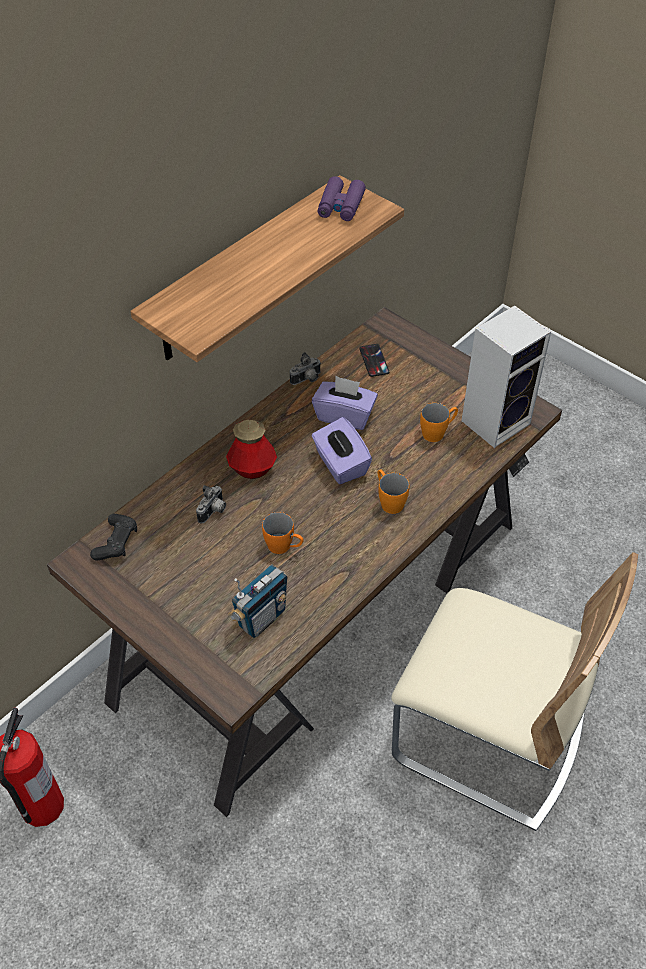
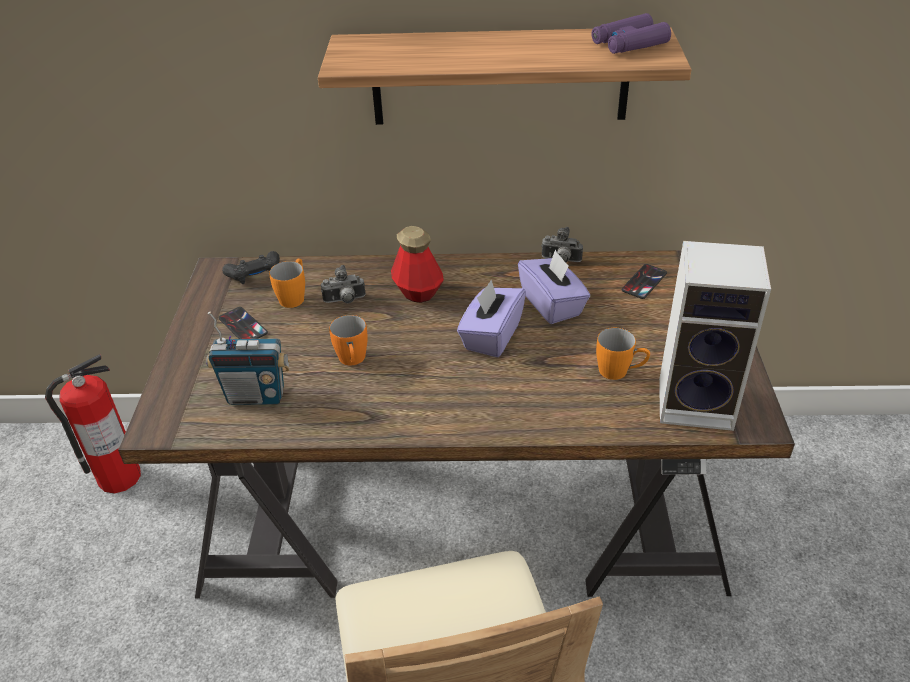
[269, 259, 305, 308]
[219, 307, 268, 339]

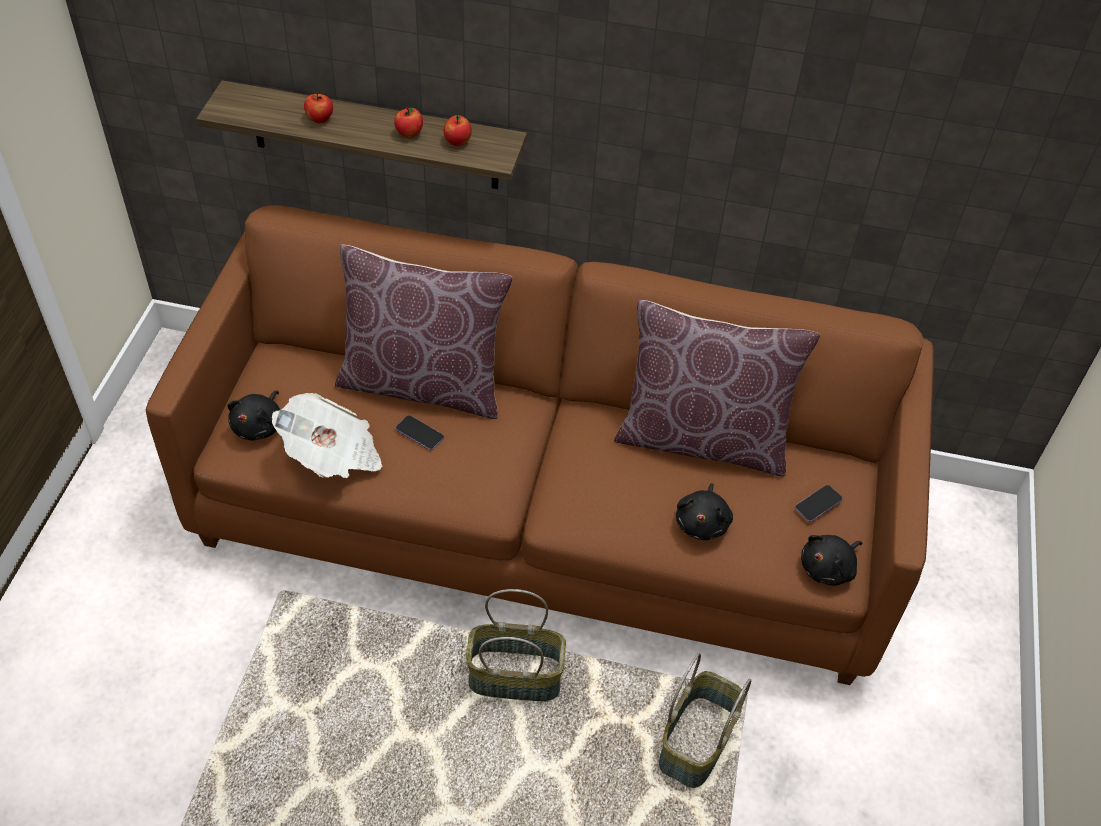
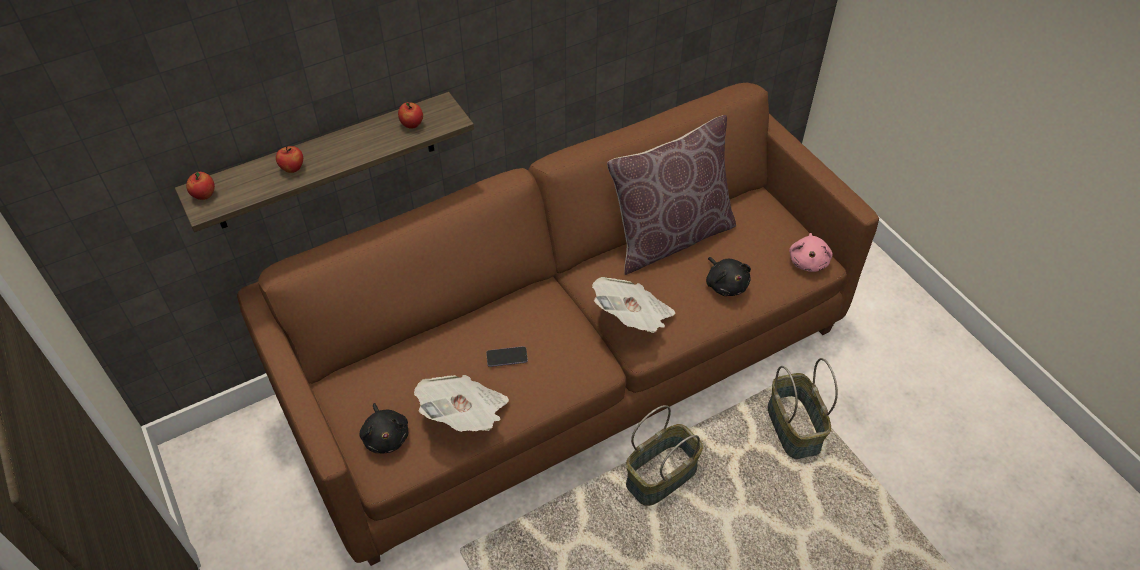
[335, 245, 513, 419] (first image)
[186, 172, 215, 200]
[795, 485, 843, 522] (first image)
[789, 233, 832, 272]
[592, 277, 675, 333]

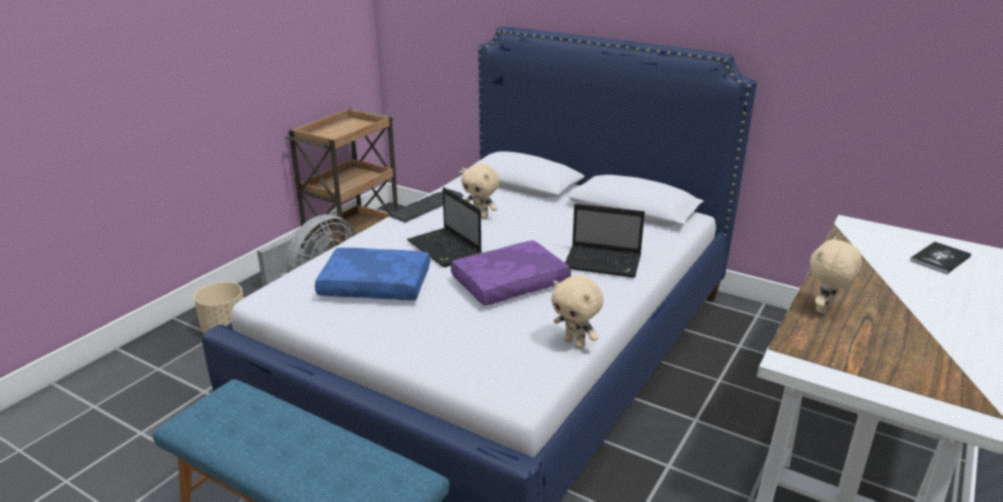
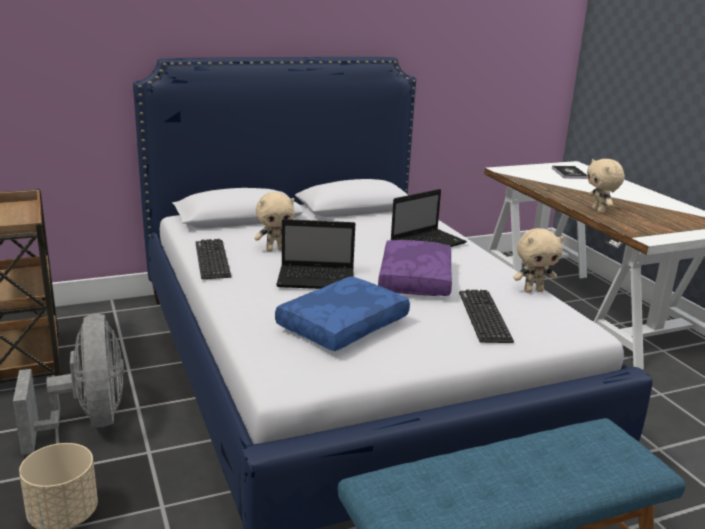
[459, 290, 514, 343]

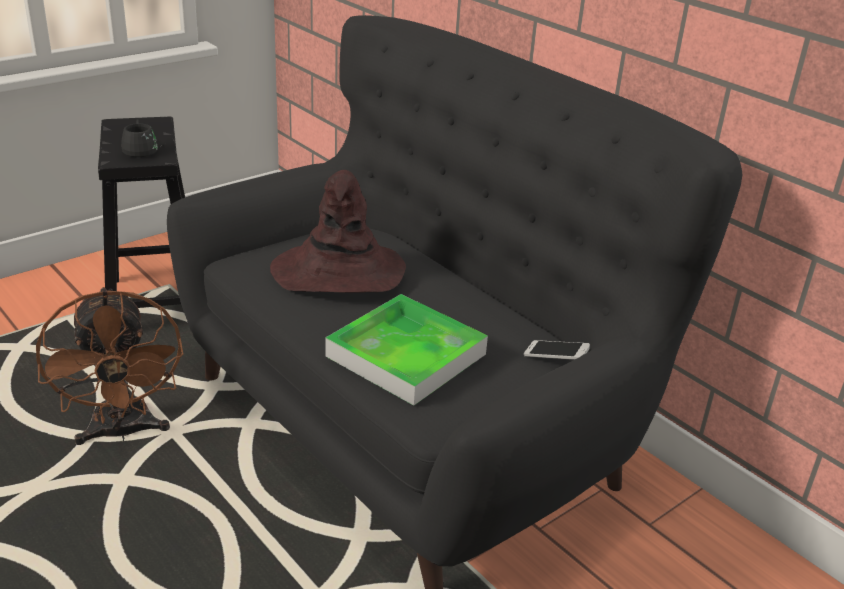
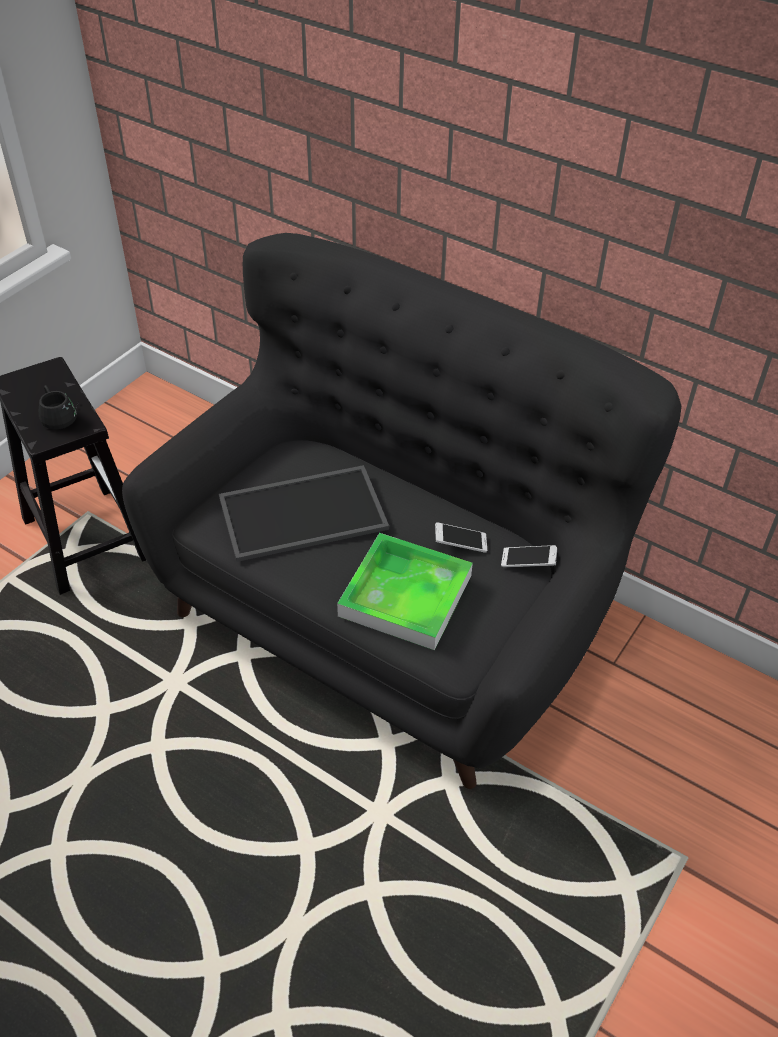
[36, 287, 183, 445] (first image)
[219, 465, 389, 562]
[435, 522, 487, 553]

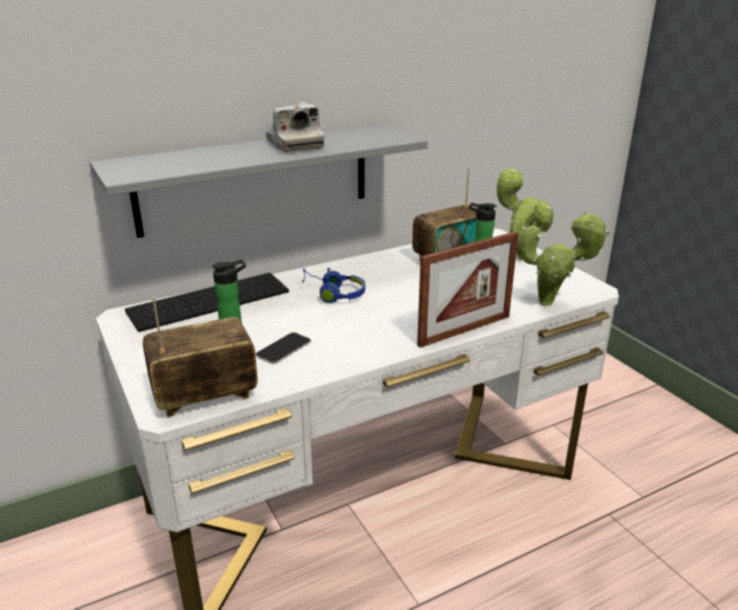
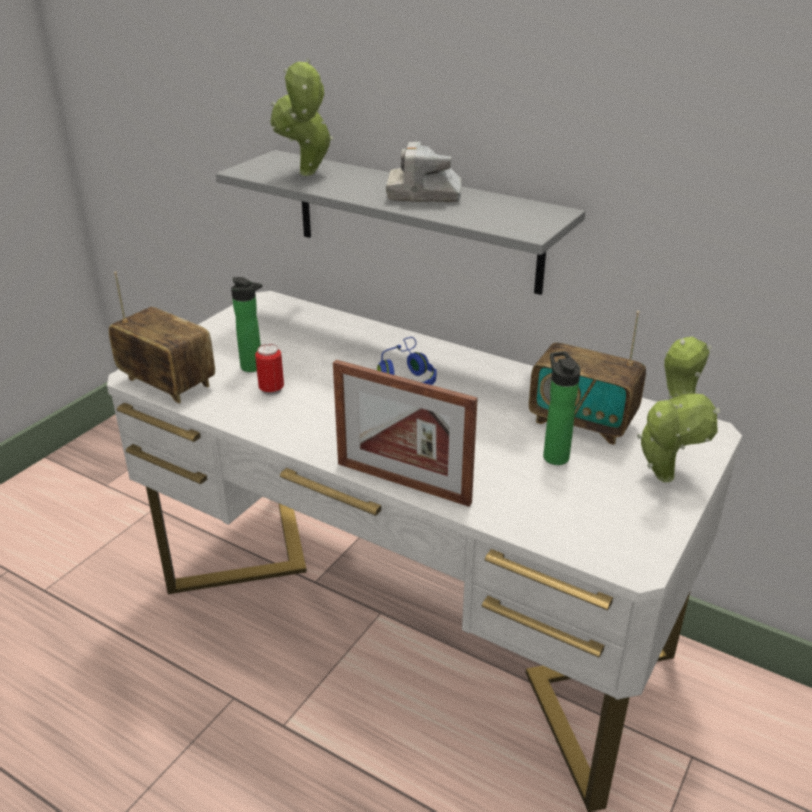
[125, 273, 289, 332] (first image)
[255, 344, 284, 395]
[386, 141, 462, 202]
[270, 59, 334, 176]

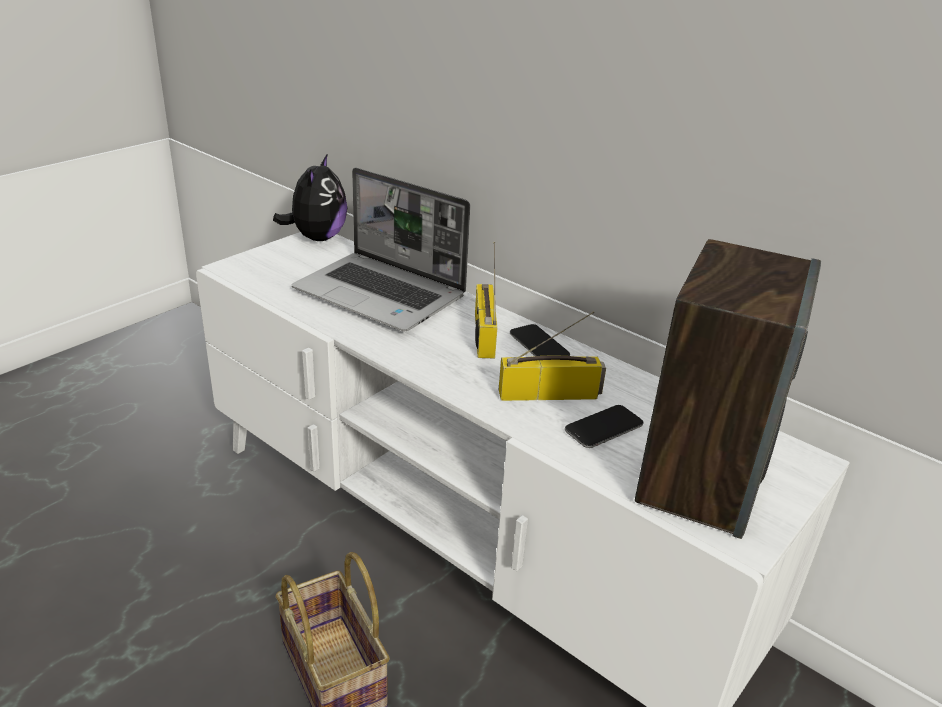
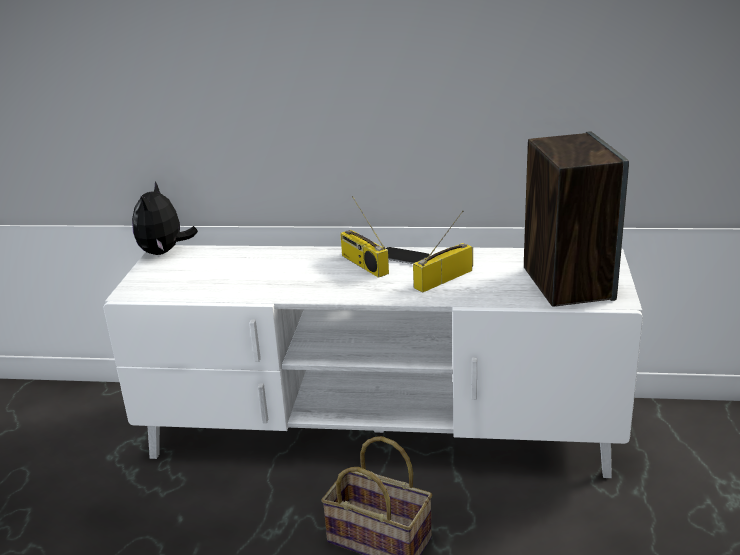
[132, 182, 198, 255]
[292, 168, 470, 331] (first image)
[565, 405, 643, 448] (first image)

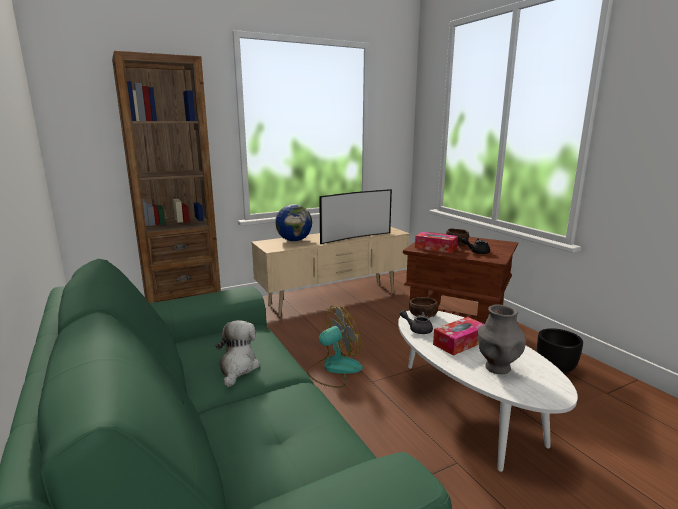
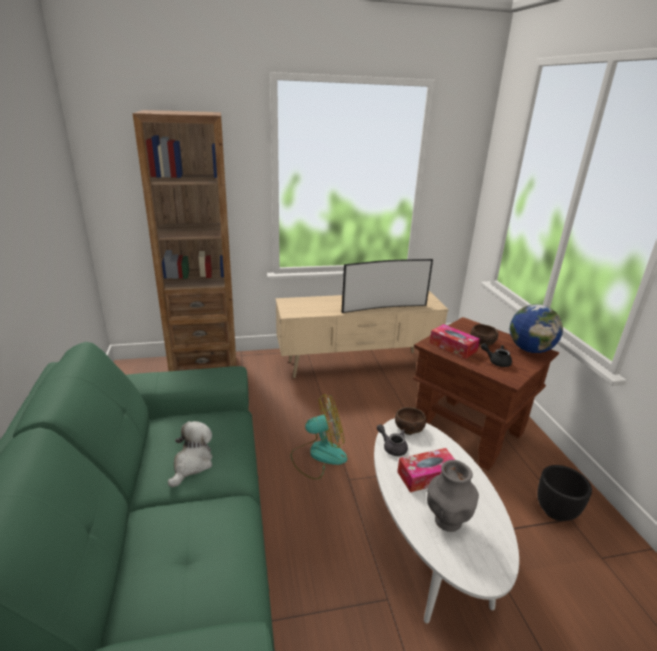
[509, 304, 563, 353]

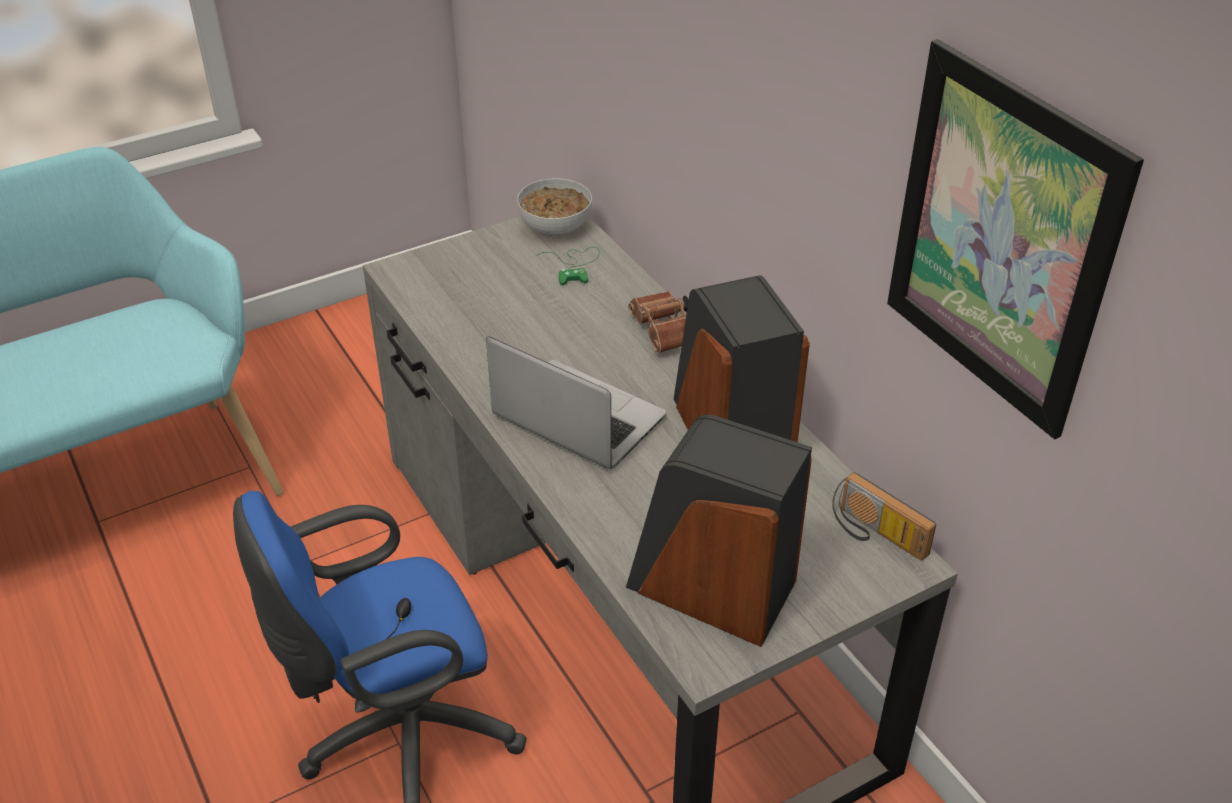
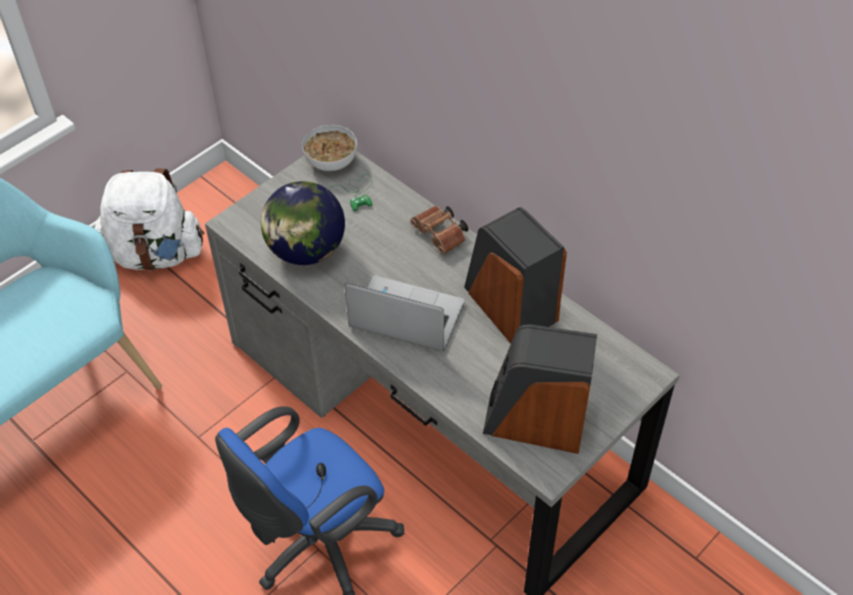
[832, 472, 936, 561] (first image)
[887, 39, 1144, 439] (first image)
[95, 168, 204, 271]
[261, 181, 345, 265]

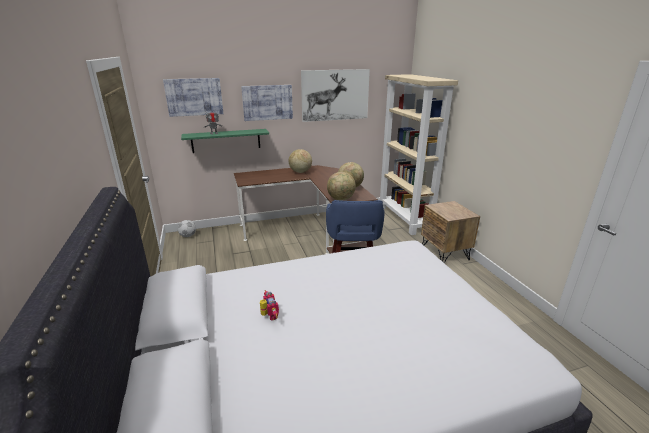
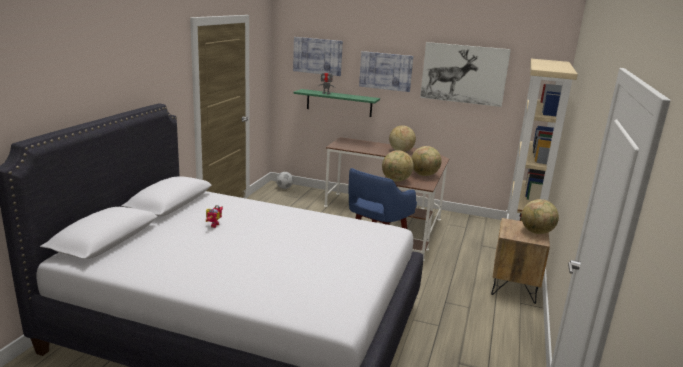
[521, 199, 559, 234]

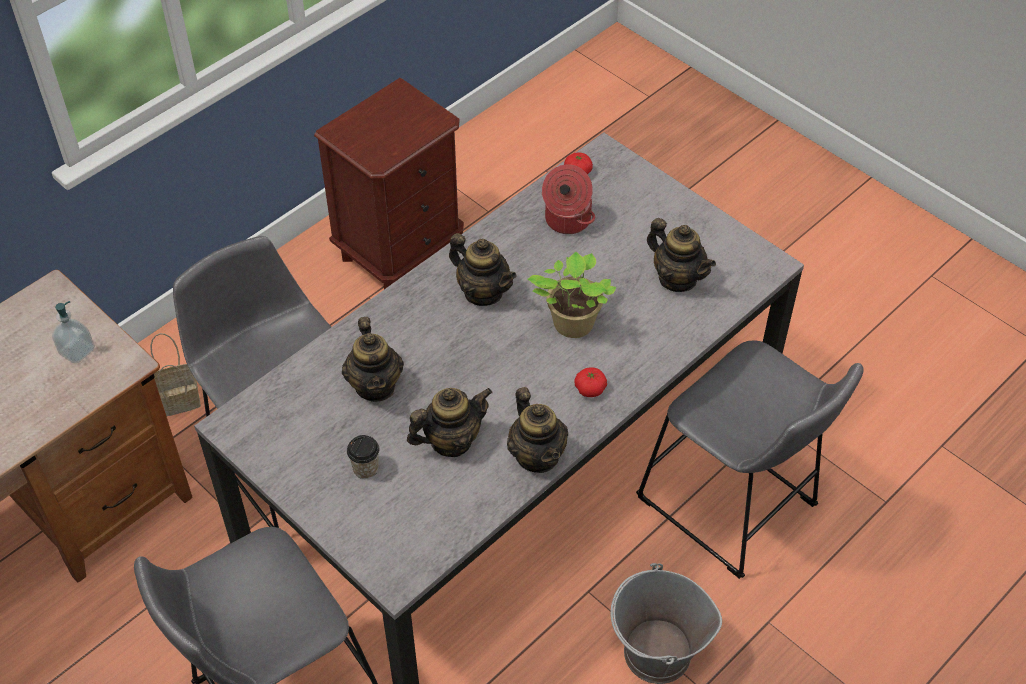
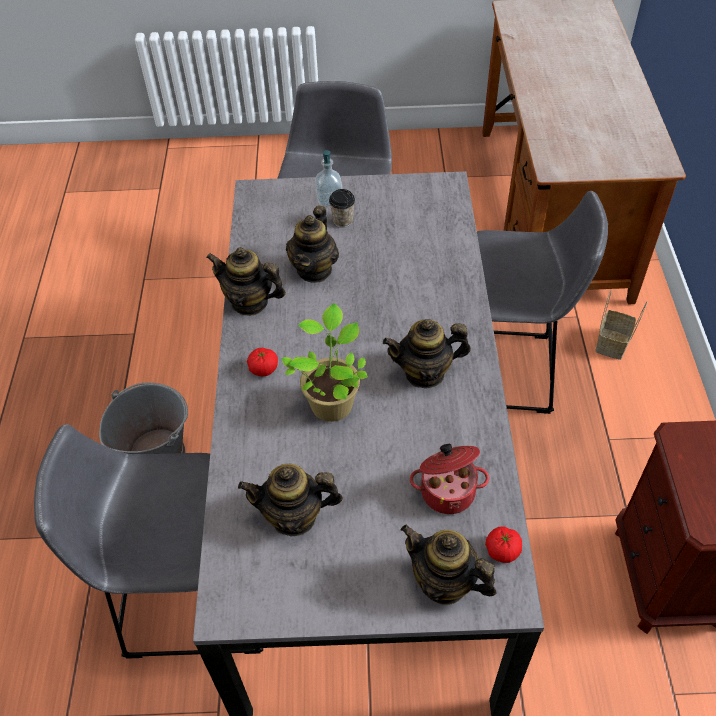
[315, 150, 342, 207]
[401, 524, 497, 605]

